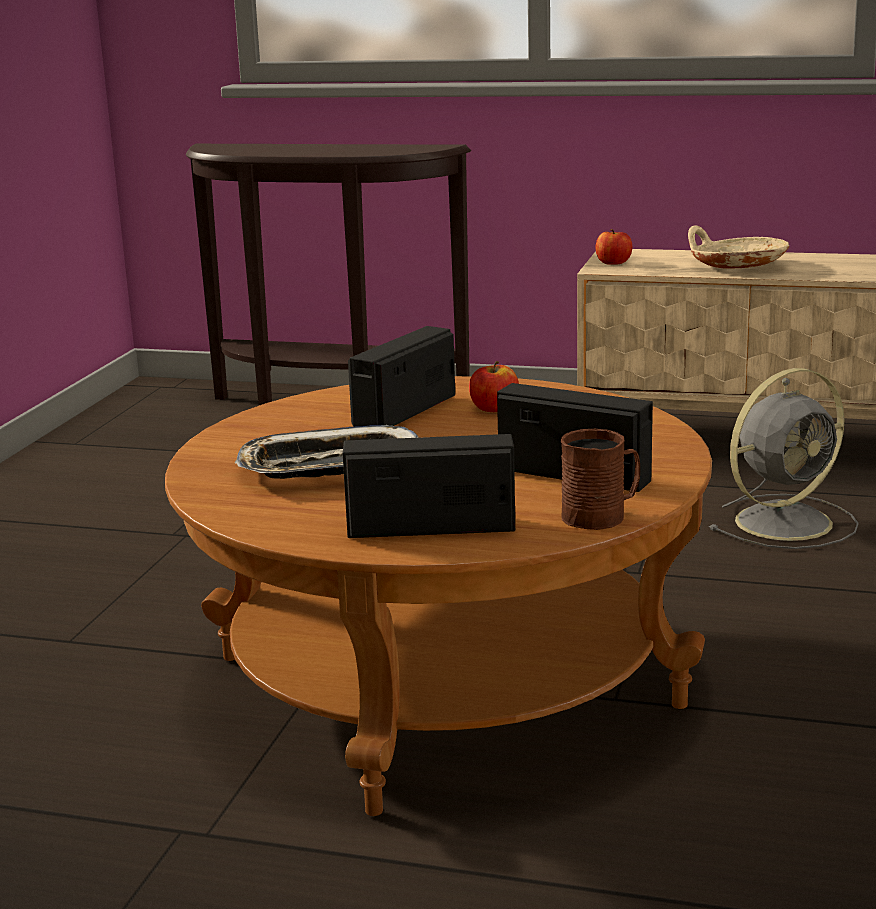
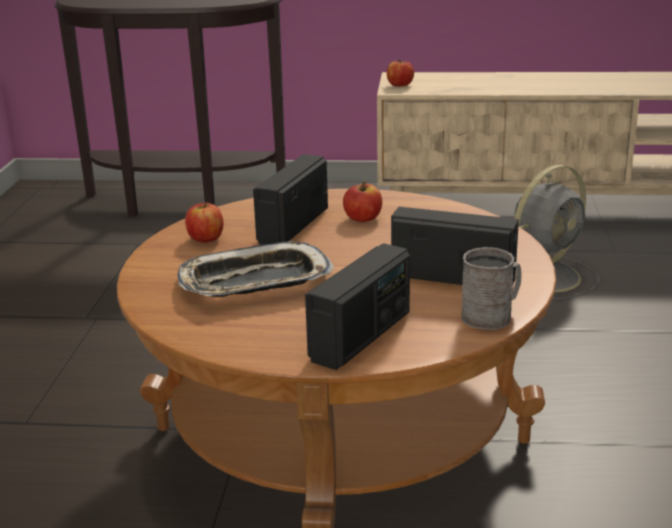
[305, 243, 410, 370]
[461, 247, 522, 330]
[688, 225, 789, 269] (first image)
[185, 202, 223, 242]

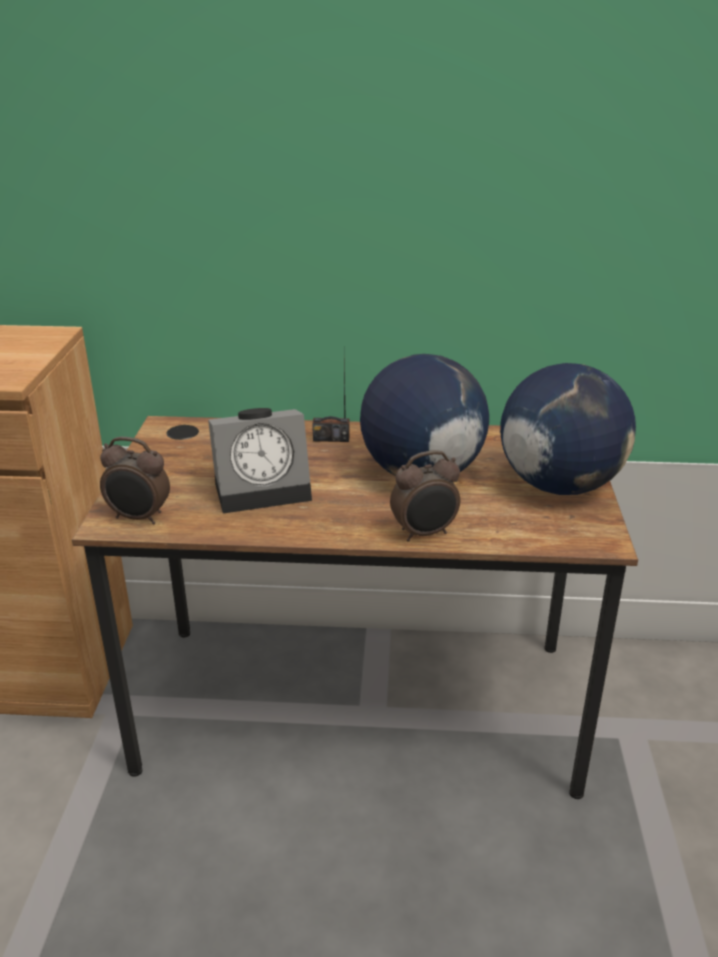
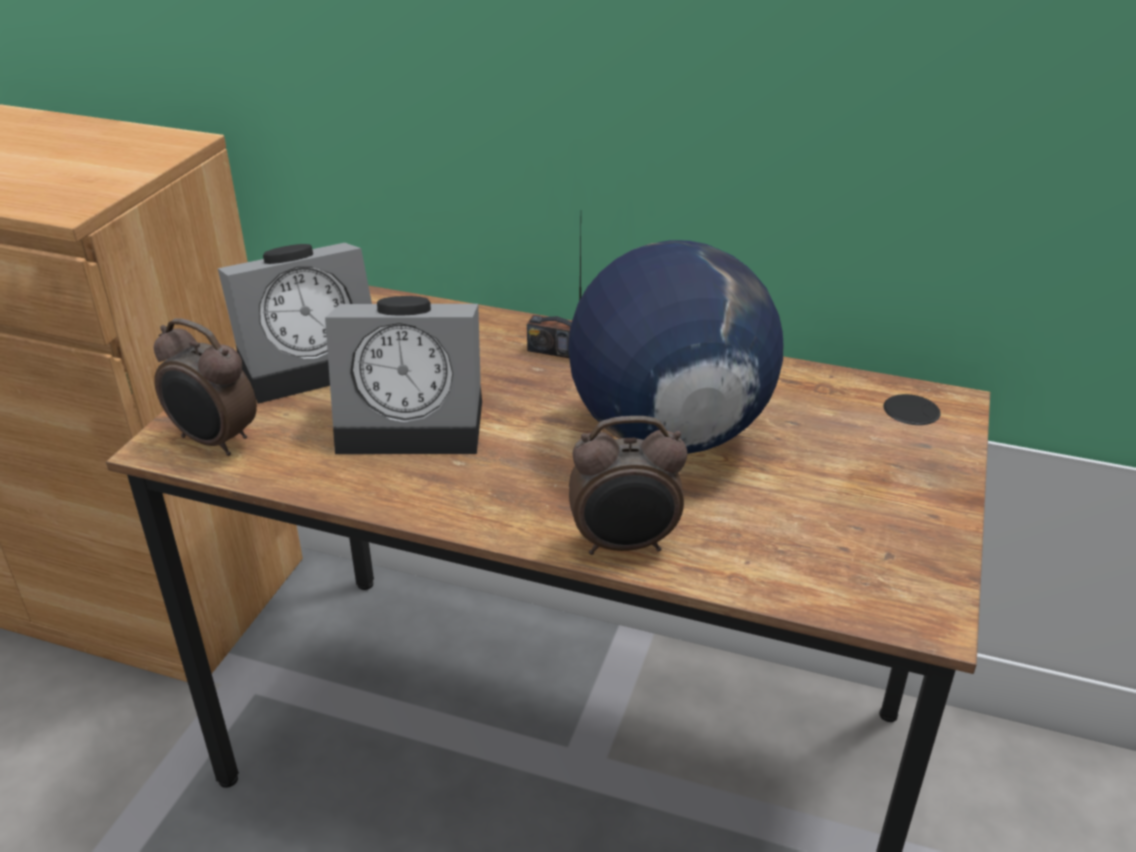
[500, 363, 636, 495] (first image)
[218, 243, 372, 404]

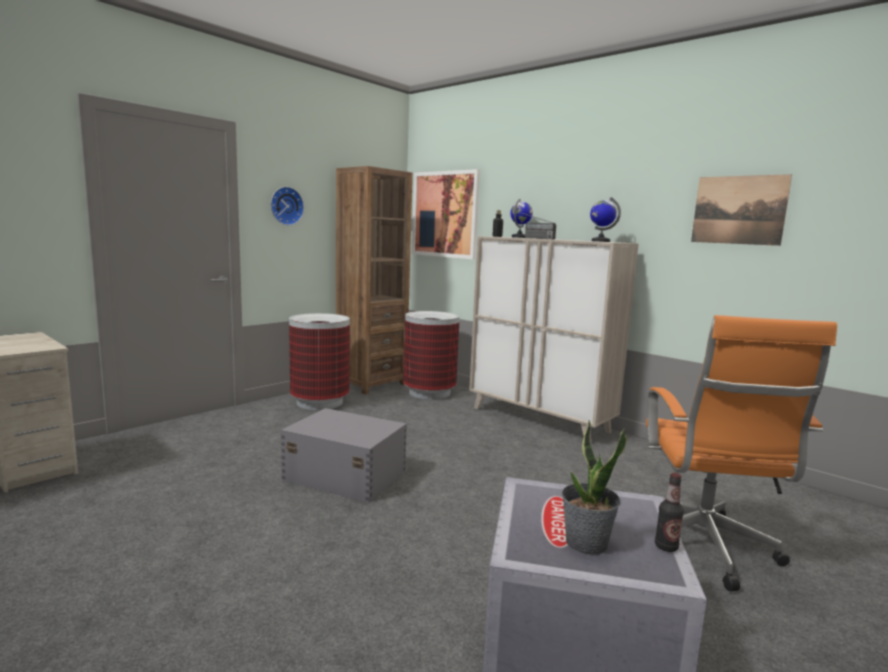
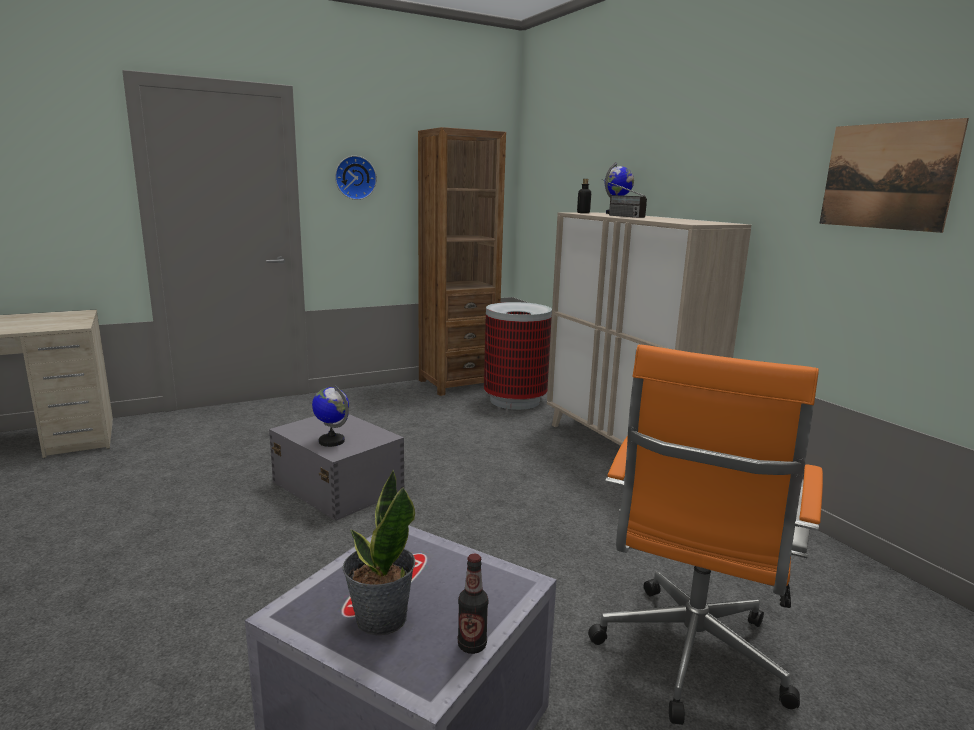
[289, 313, 350, 410] (first image)
[412, 169, 480, 259] (first image)
[312, 385, 349, 447]

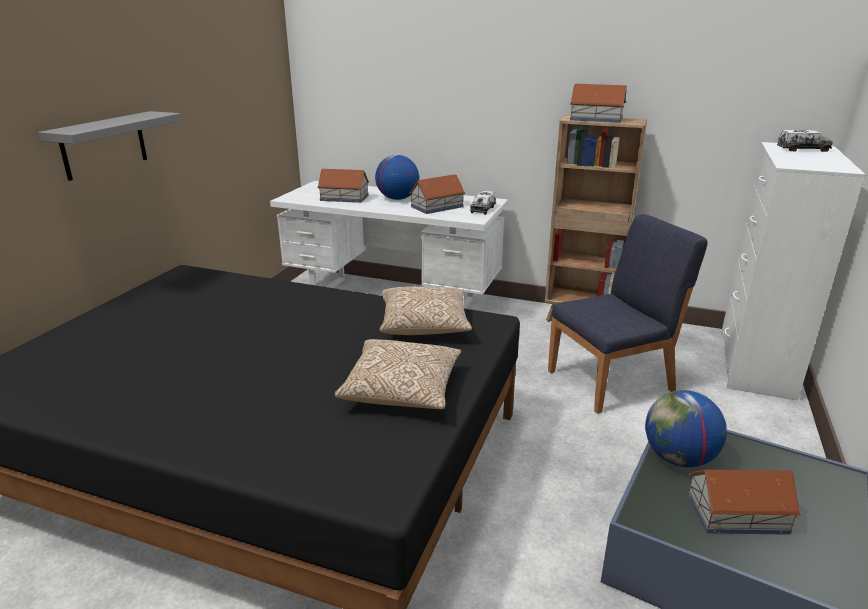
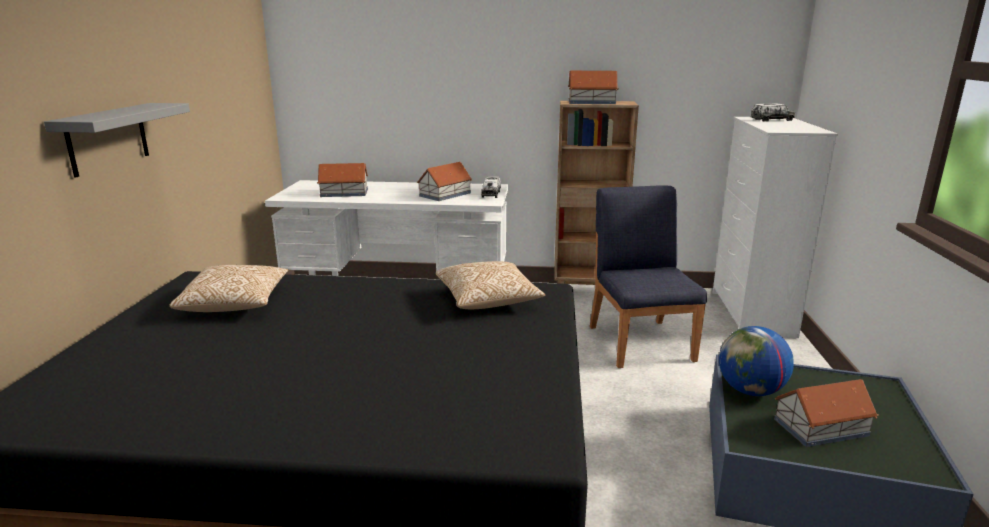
[169, 265, 288, 312]
[375, 155, 419, 200] (first image)
[590, 185, 707, 368]

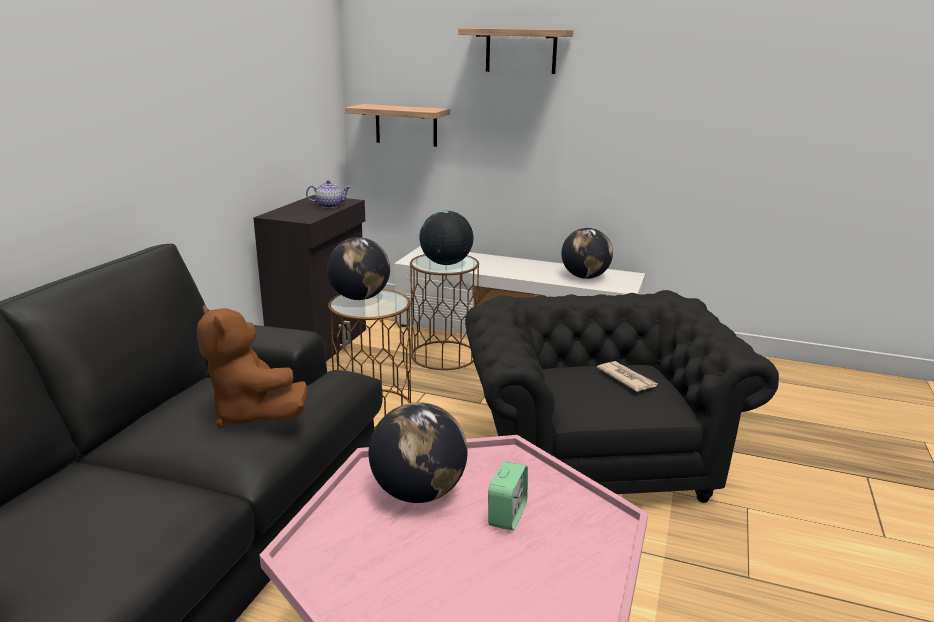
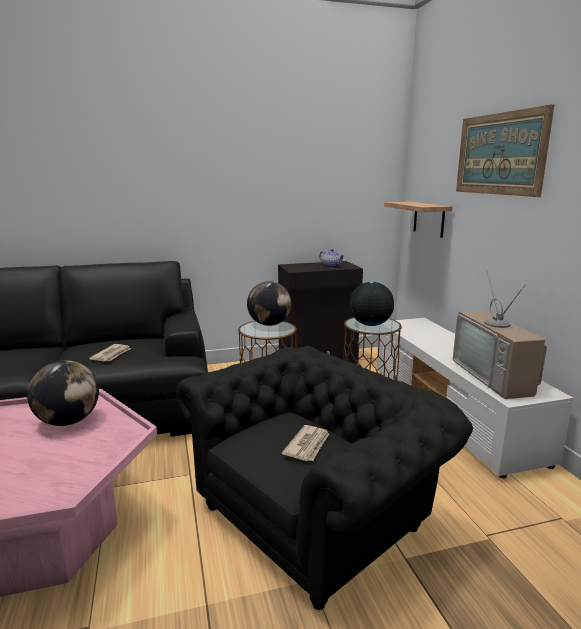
[89, 344, 131, 362]
[456, 104, 554, 197]
[488, 461, 528, 531] (first image)
[453, 271, 547, 399]

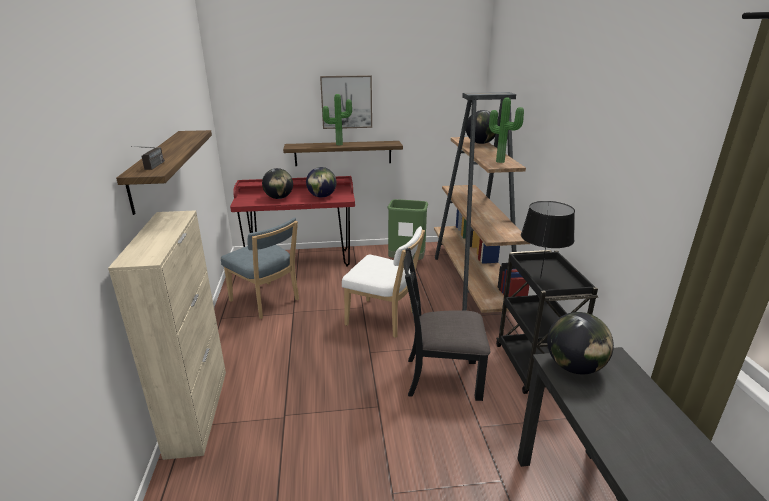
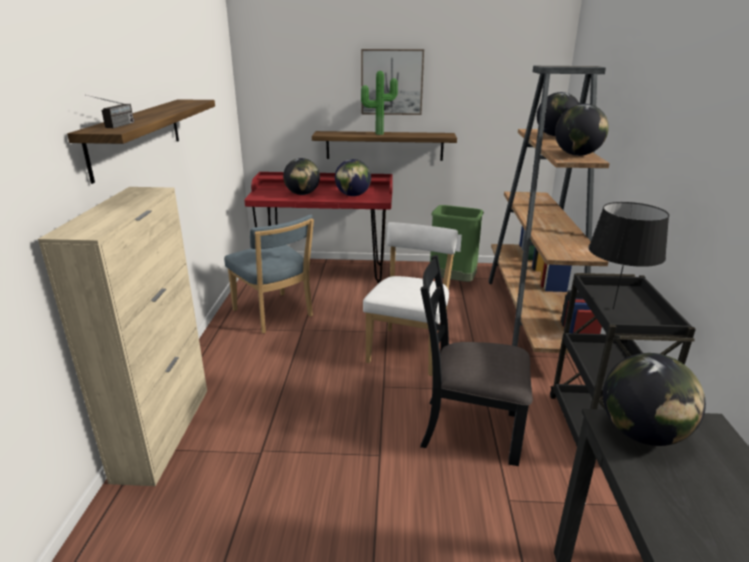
[363, 222, 458, 376]
[555, 104, 609, 156]

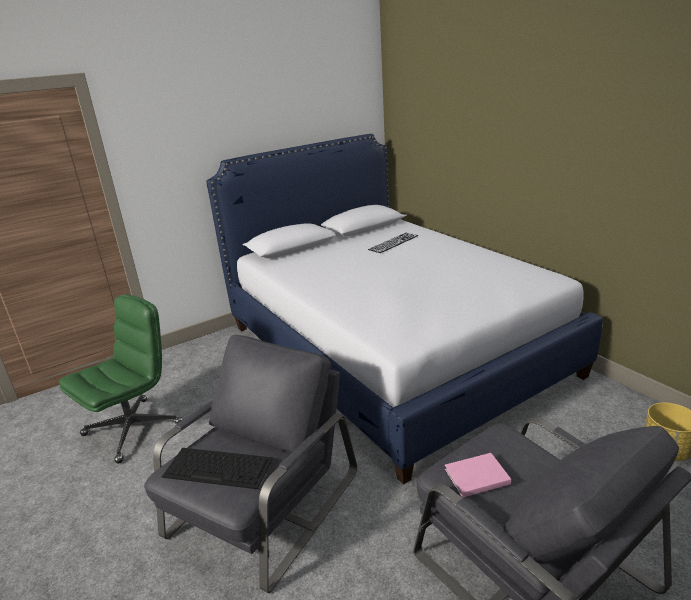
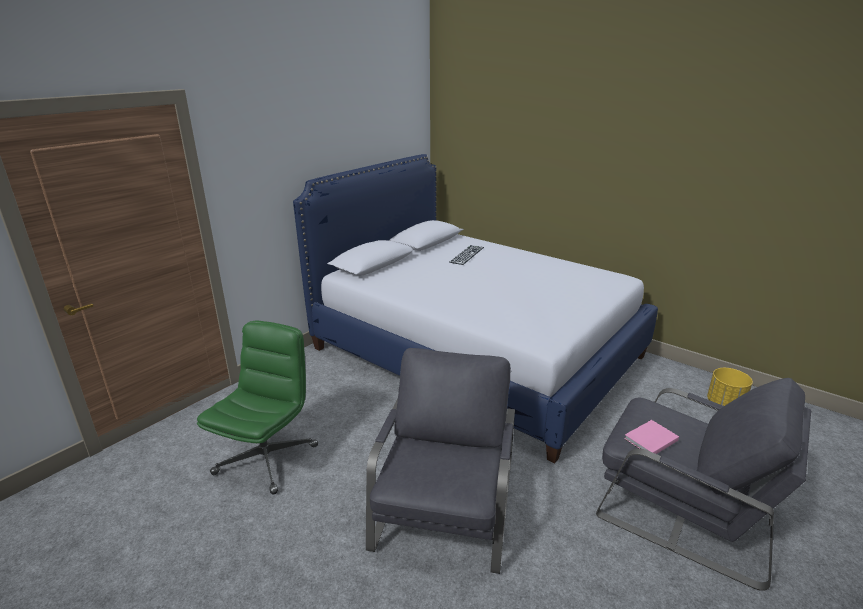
[162, 448, 273, 489] (first image)

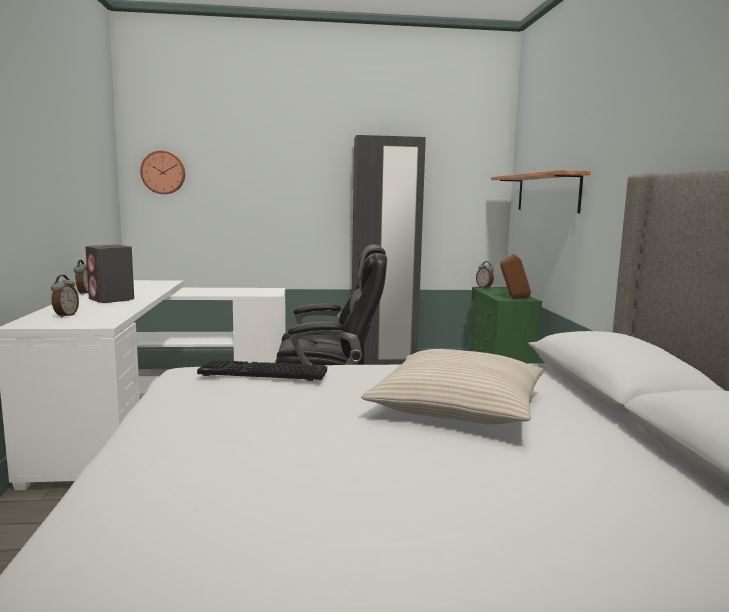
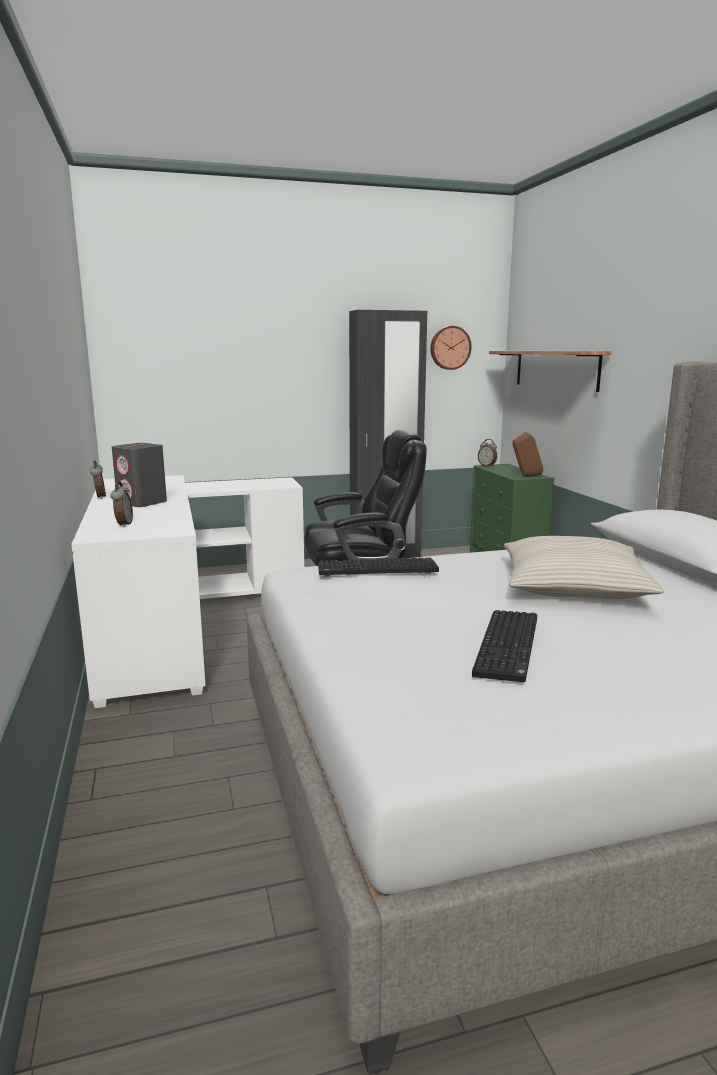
[430, 326, 472, 370]
[472, 610, 537, 682]

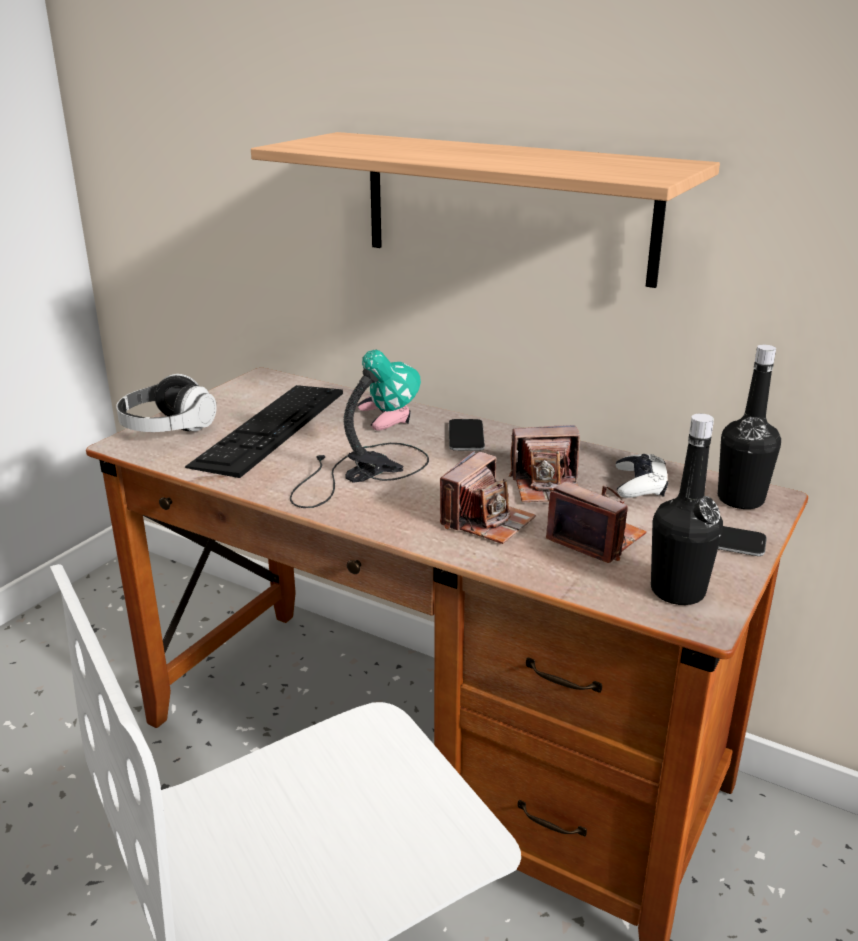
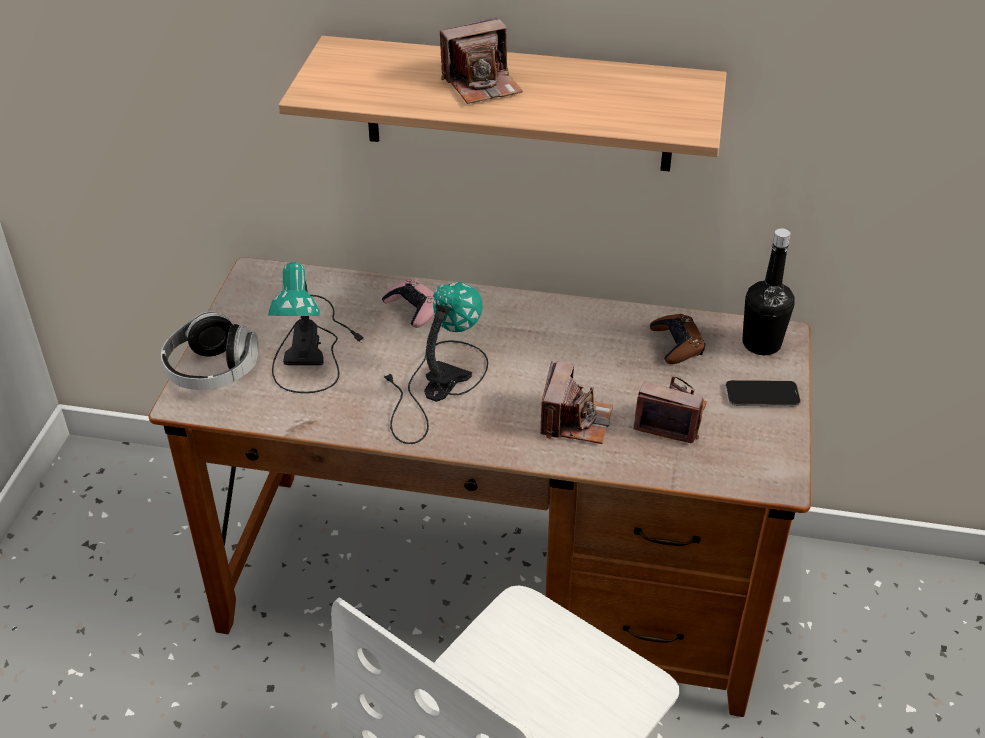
[268, 262, 365, 393]
[449, 419, 485, 451] (first image)
[440, 17, 523, 104]
[650, 314, 705, 364]
[651, 413, 723, 605] (first image)

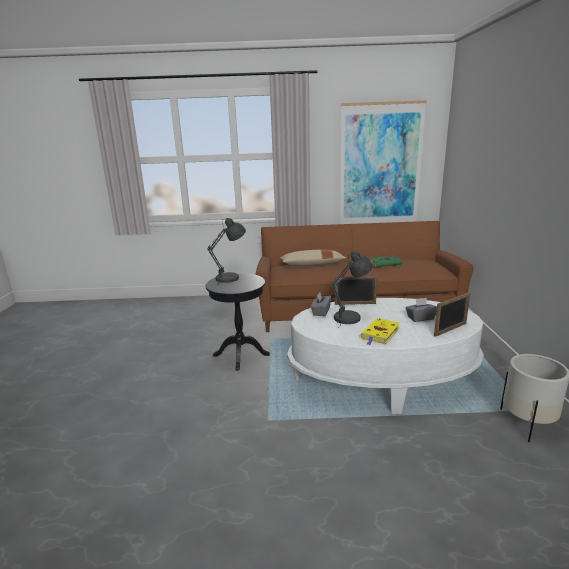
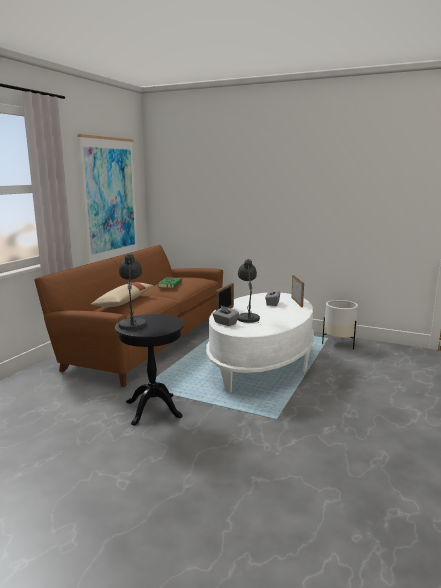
[360, 318, 400, 345] (first image)

